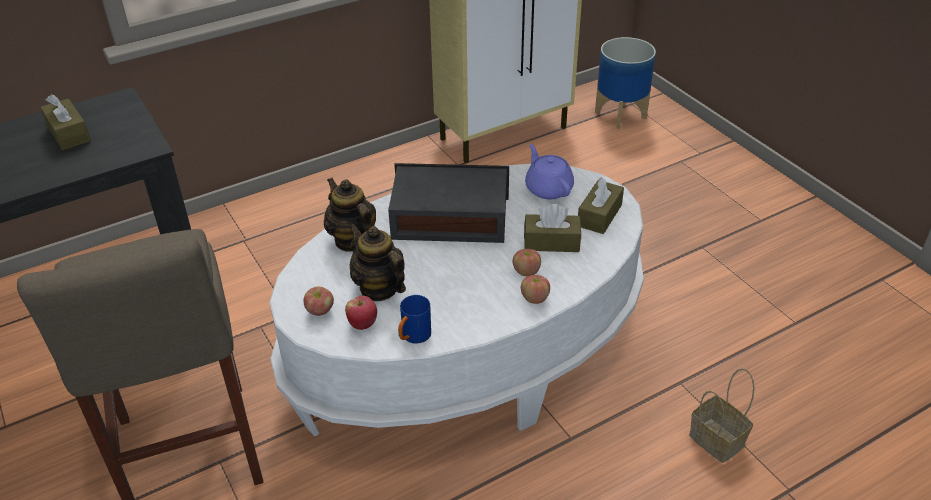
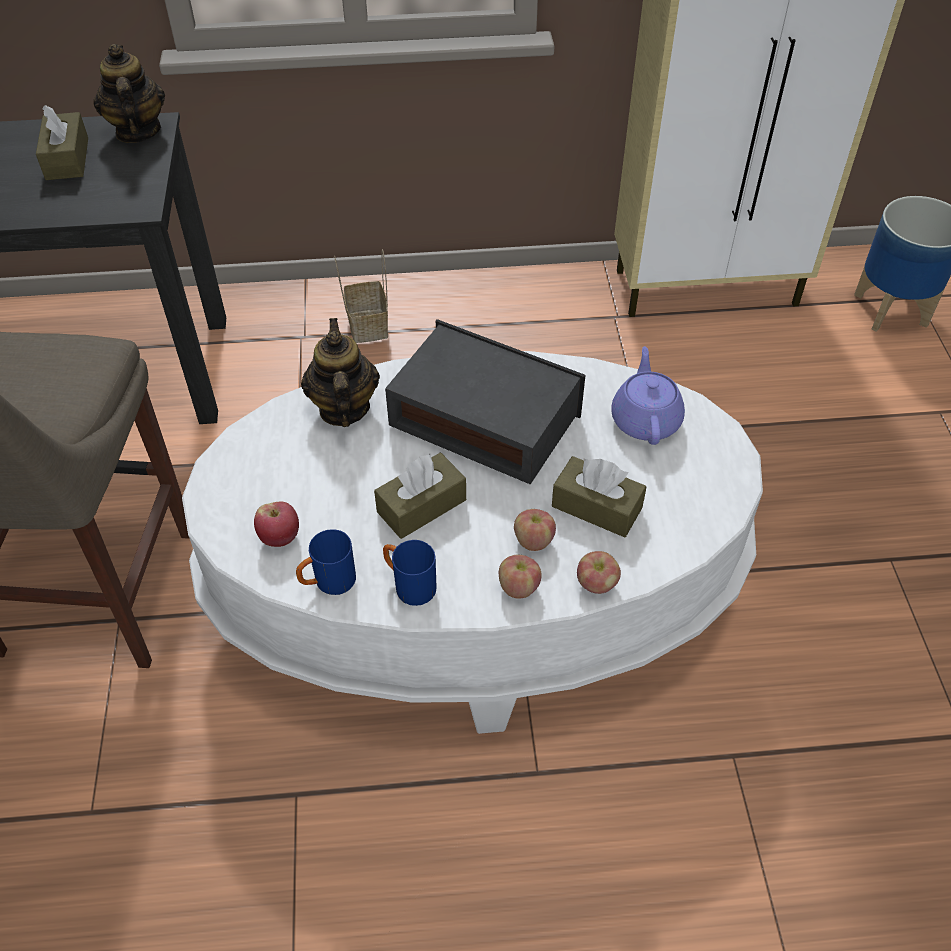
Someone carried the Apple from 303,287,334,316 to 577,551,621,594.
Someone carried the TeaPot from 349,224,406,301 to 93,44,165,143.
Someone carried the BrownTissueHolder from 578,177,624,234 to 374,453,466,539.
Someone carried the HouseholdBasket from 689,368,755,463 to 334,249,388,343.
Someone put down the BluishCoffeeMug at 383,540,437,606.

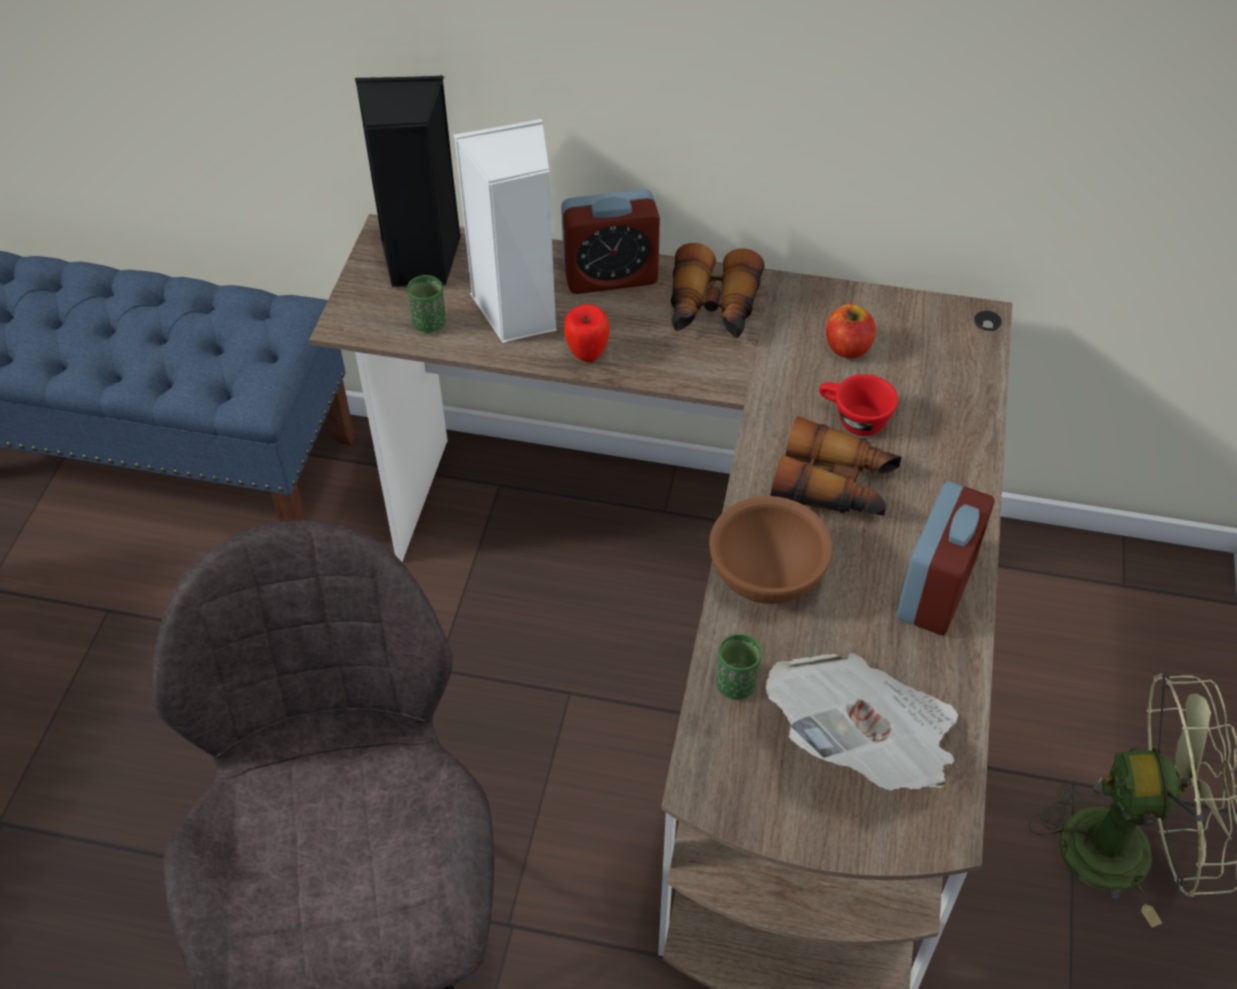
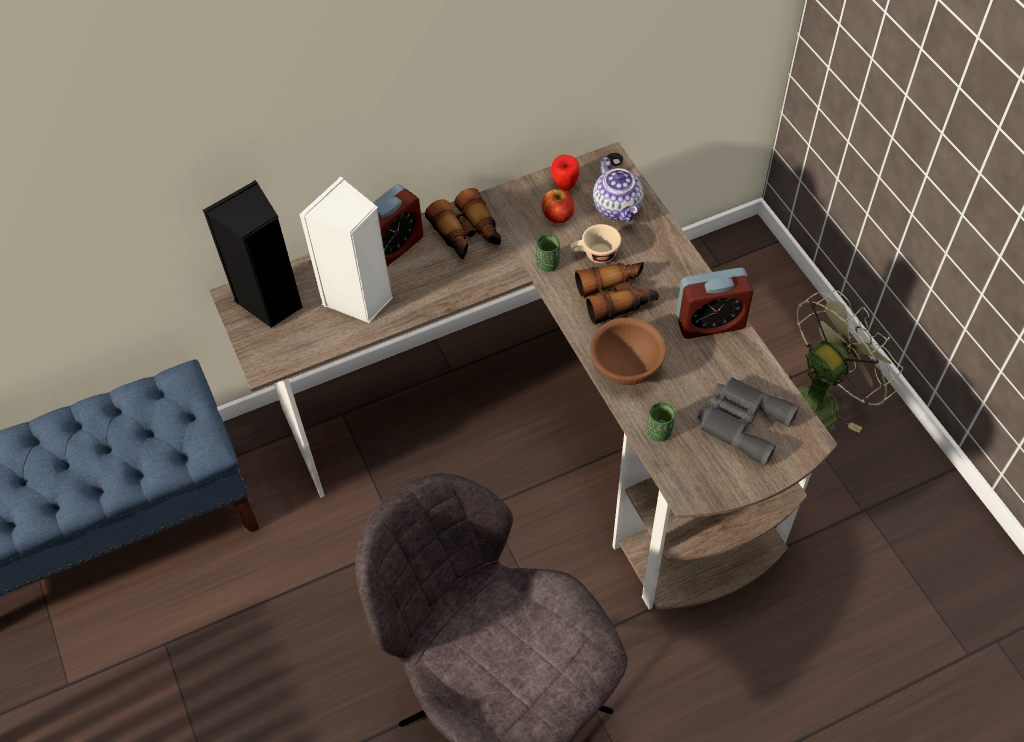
Someone carried the GreenishCup from 407,275,446,333 to 536,234,560,272.
Someone carried the Apple from 564,304,609,362 to 551,155,579,191.
Someone swapped the DailyPaper at 766,653,958,790 for the GrayPairOfBinoculars at 697,377,799,466.
Someone repainted the ReddishCup at 819,374,898,436, which became the BeigeCup at 570,224,621,264.
Someone rotated the AlarmClock at 897,481,994,635 by 90 degrees clockwise.
Someone put down the TeaPot at 593,157,643,223.

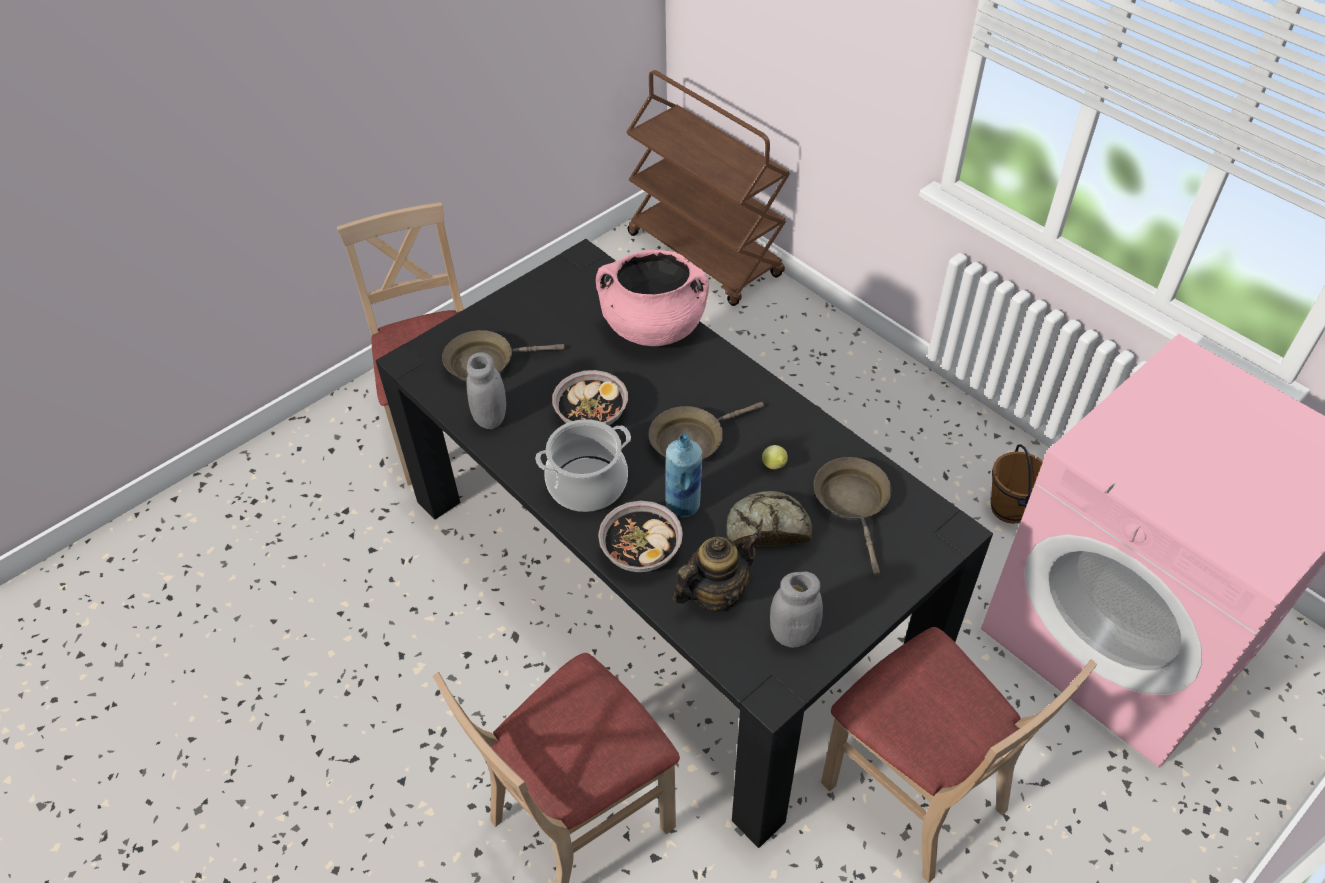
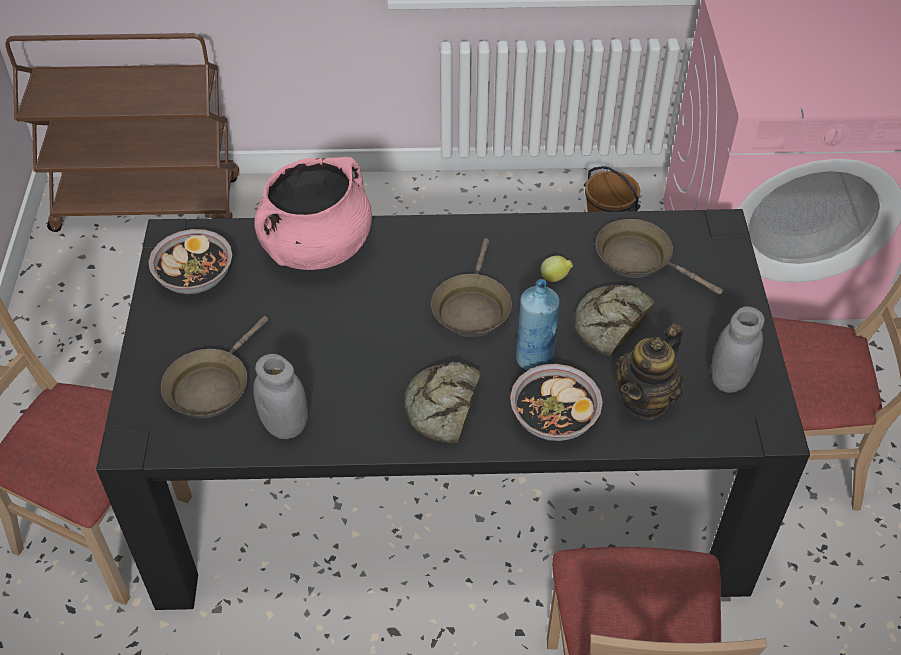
Someone swapped the Stockpot at 535,419,631,512 for the BakedBread at 404,362,480,443.
Someone carried the ServingBowl from 552,370,628,426 to 148,229,232,294.
Someone rotated the TeaPot at 673,533,760,612 by 150 degrees counterclockwise.

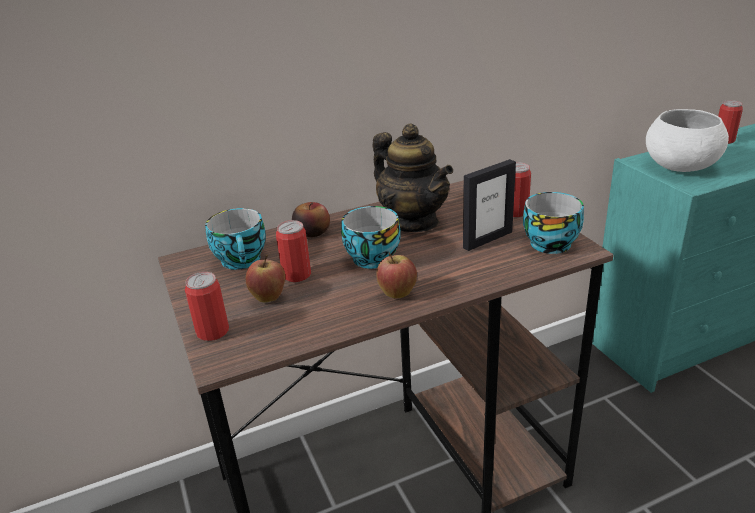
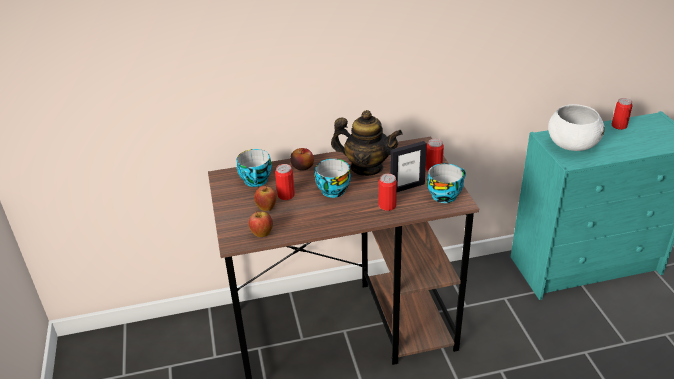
Someone carried the Can from 185,272,229,341 to 379,174,397,211.
Someone rotated the TeaPot at 372,124,453,232 by 45 degrees counterclockwise.
Someone carried the Apple from 376,252,417,298 to 249,210,273,237.

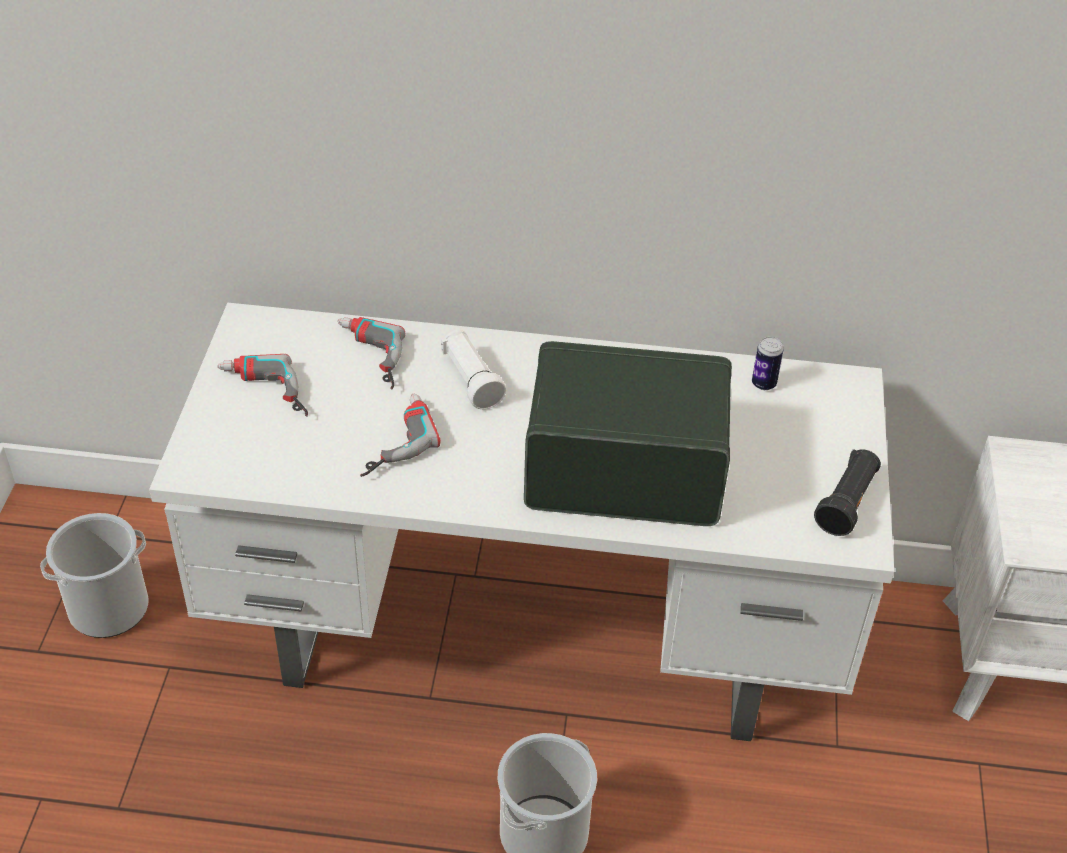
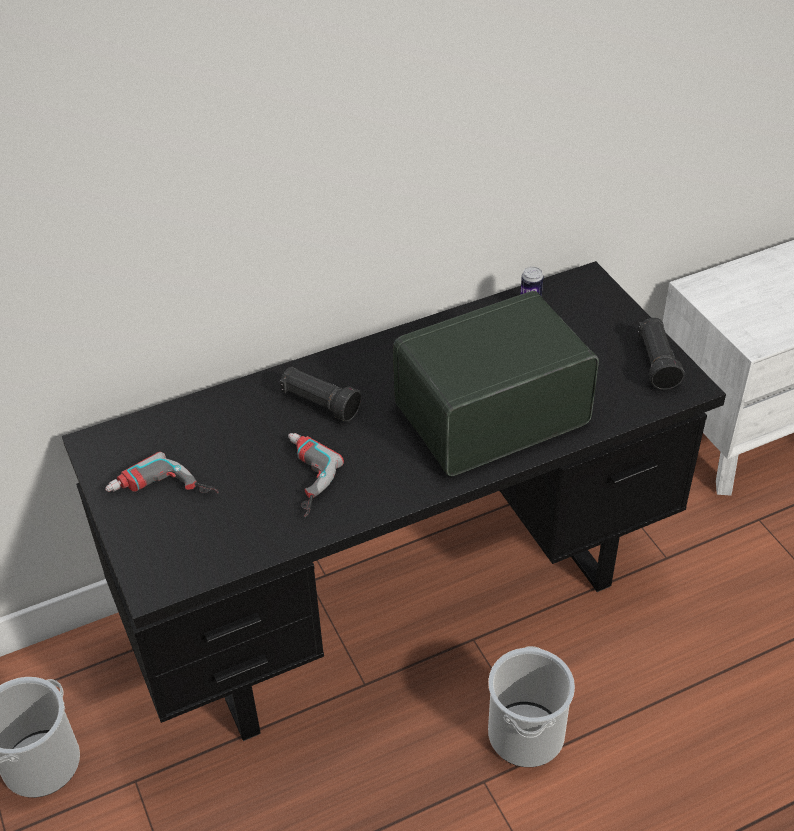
Someone repainted the WhiteDesk at 149,303,894,741, which became the BlackColouredDesk at 62,261,726,741.
Someone took away the ElectricDrill at 337,317,405,390.
Someone repainted the WhiteTorch at 441,330,506,409, which became the BlackColouredTorch at 280,366,362,422.

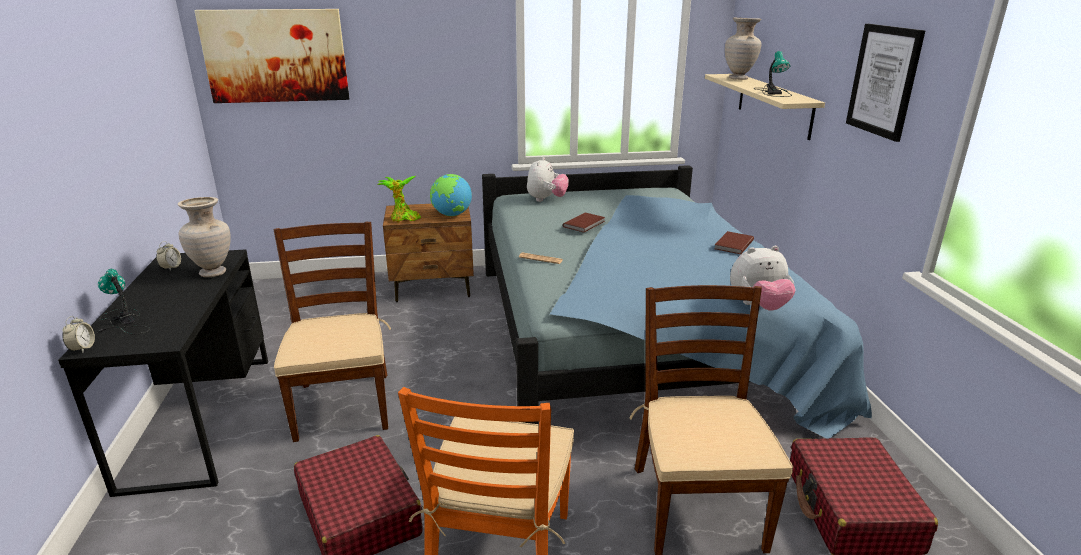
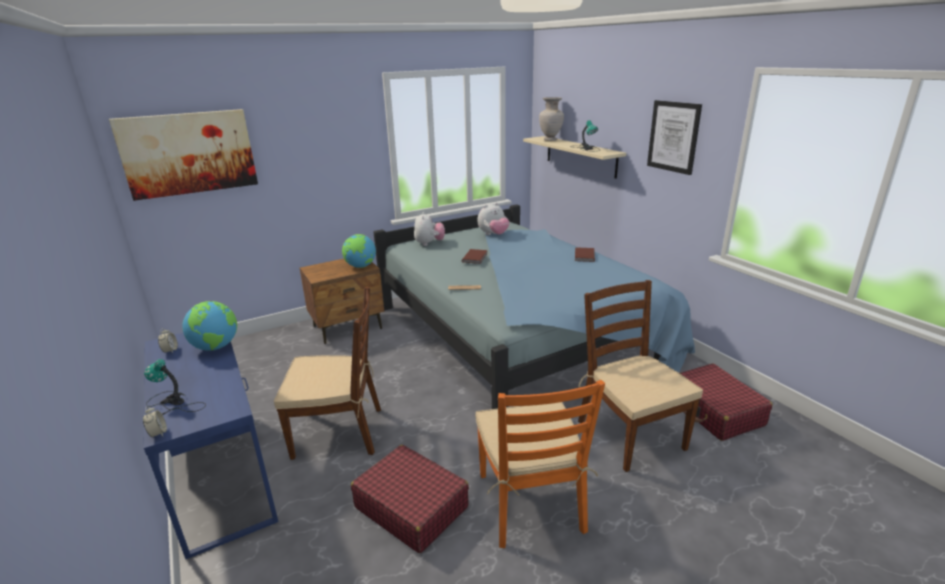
Someone repainted the BlackColouredDesk at 58,249,268,497, which became the BluishDesk at 144,333,279,559.
Someone swapped the BeigeVase at 178,197,231,277 for the DeskGlobe at 182,301,237,351.
Someone rotated the BrownPlainChair at 273,222,391,442 by 120 degrees clockwise.
Someone took away the PlantInAPot at 377,176,421,223.
Someone carried the CuddlyToy from 730,246,795,311 to 477,203,509,235.

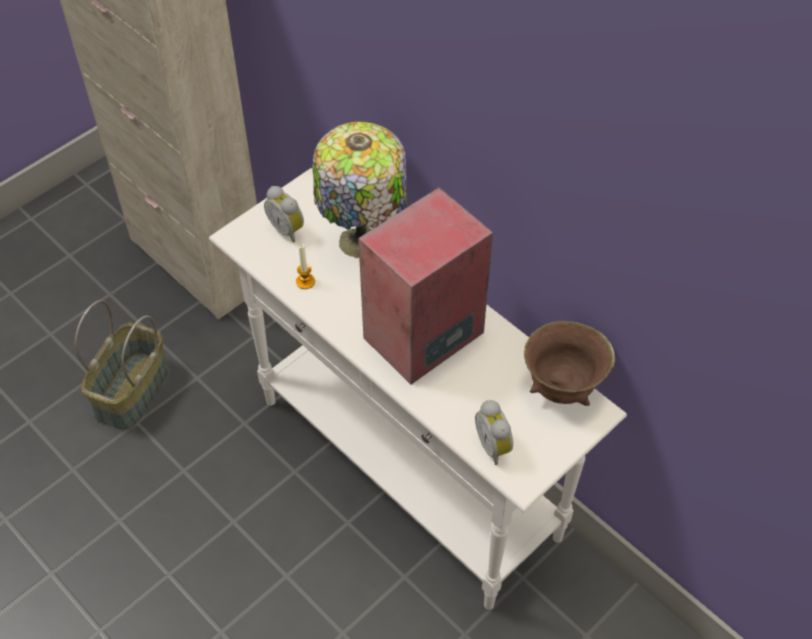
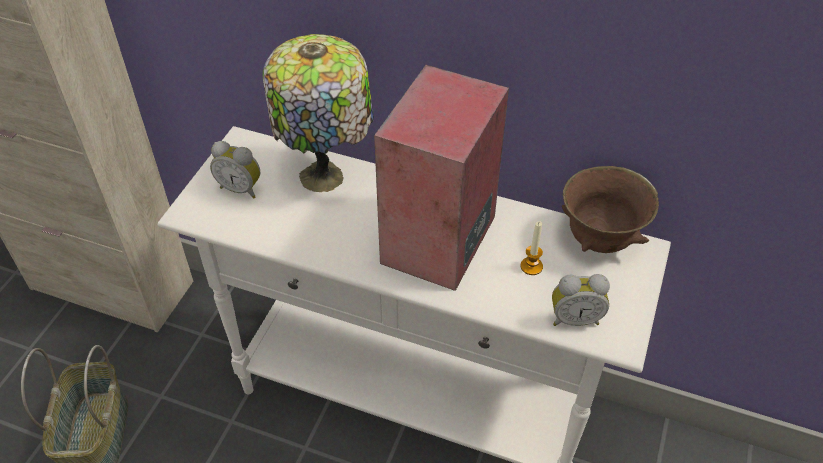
Someone carried the WaxLight from 296,244,315,289 to 521,221,543,275.
Someone rotated the AlarmClock at 475,400,513,465 by 45 degrees counterclockwise.

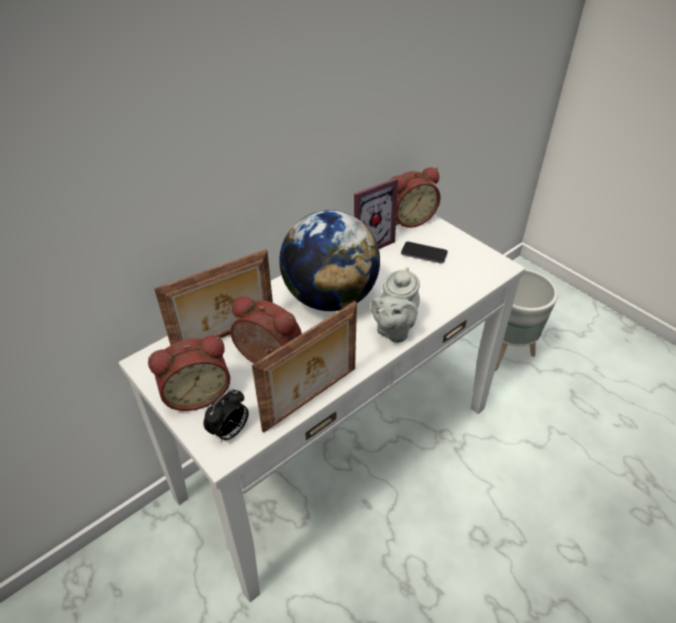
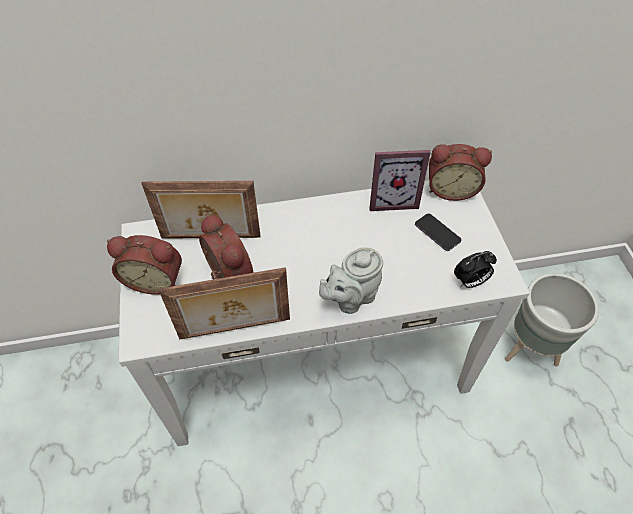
Someone carried the AlarmClock from 203,390,249,443 to 454,251,497,288.
Someone took away the DeskGlobe at 279,210,380,311.

